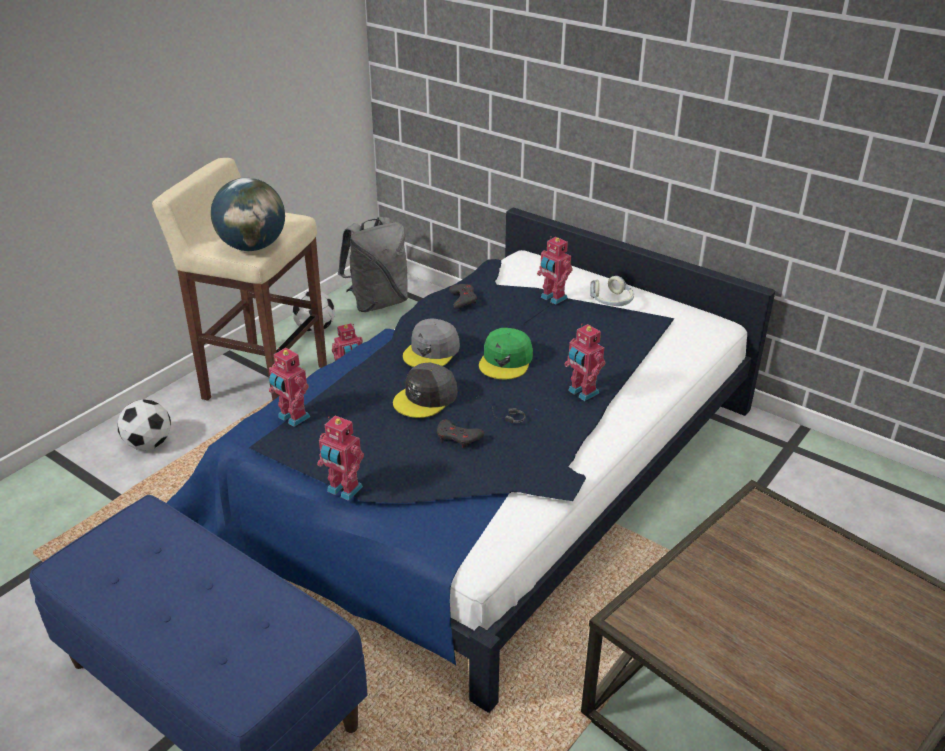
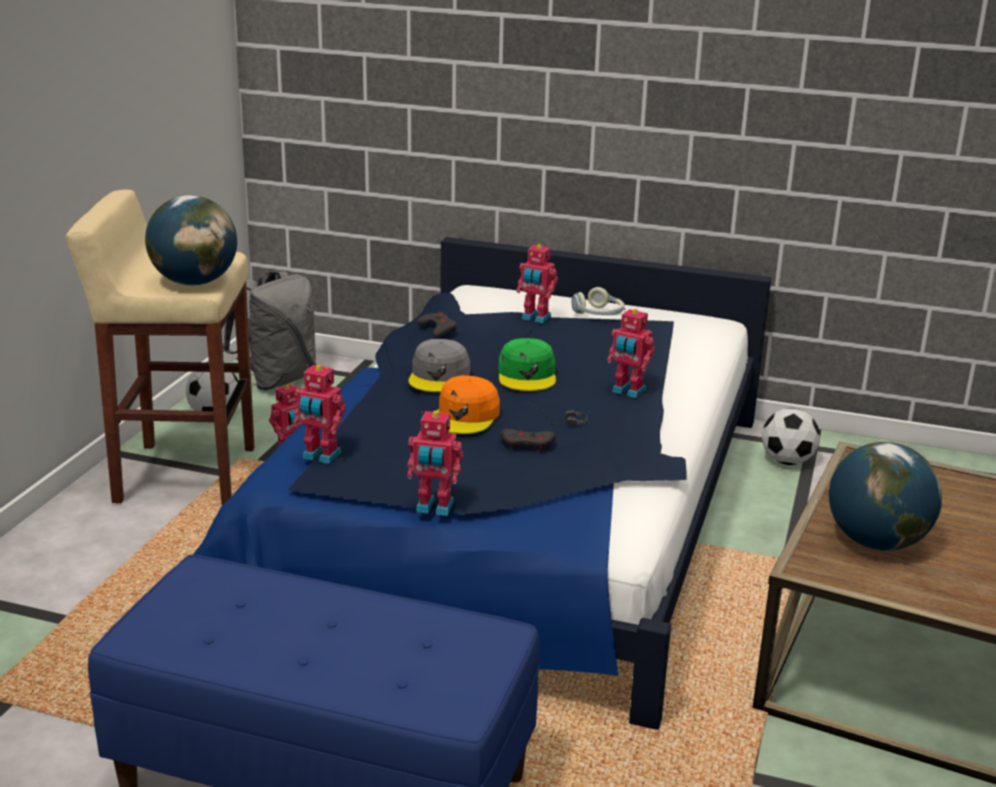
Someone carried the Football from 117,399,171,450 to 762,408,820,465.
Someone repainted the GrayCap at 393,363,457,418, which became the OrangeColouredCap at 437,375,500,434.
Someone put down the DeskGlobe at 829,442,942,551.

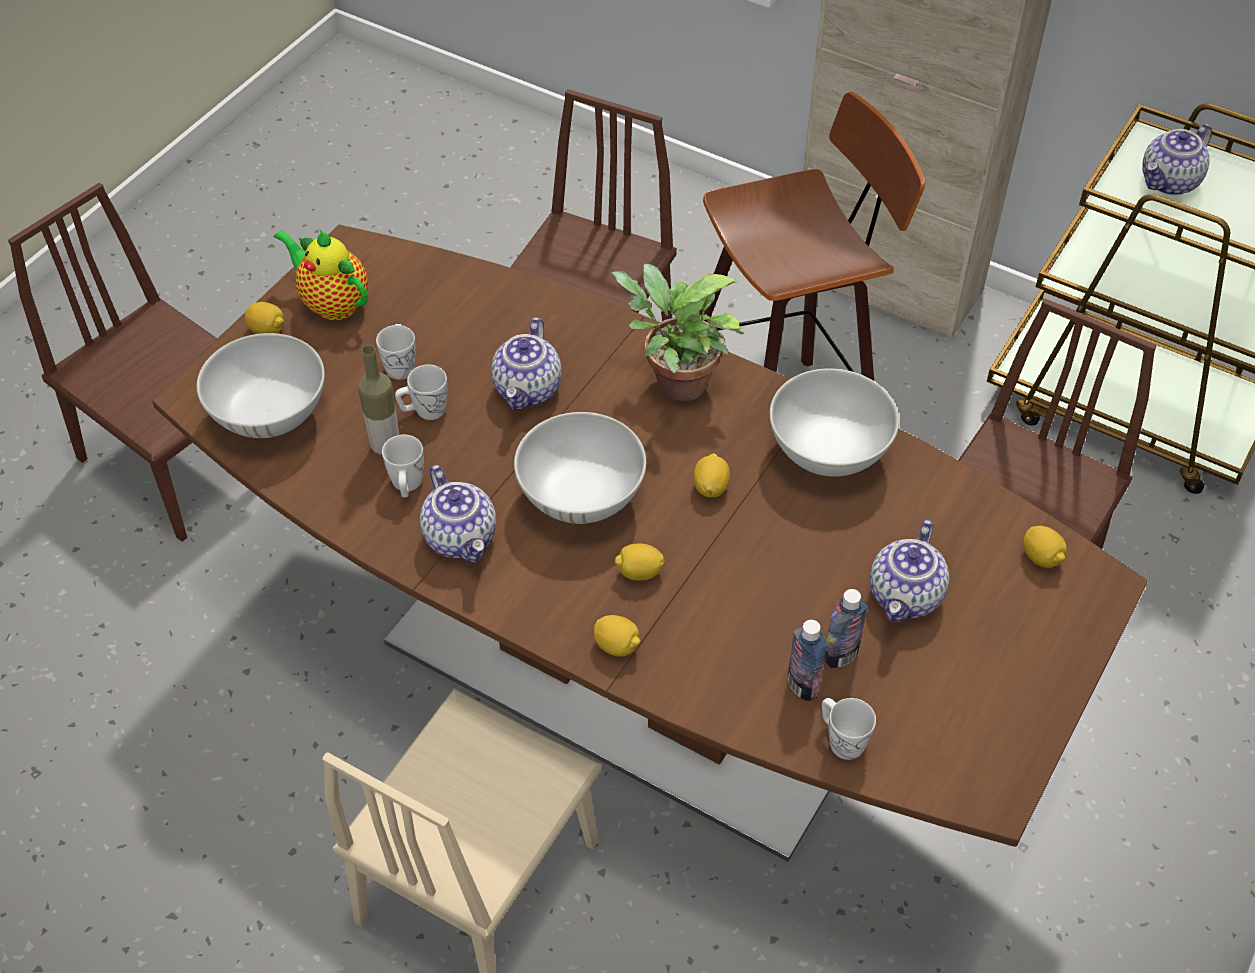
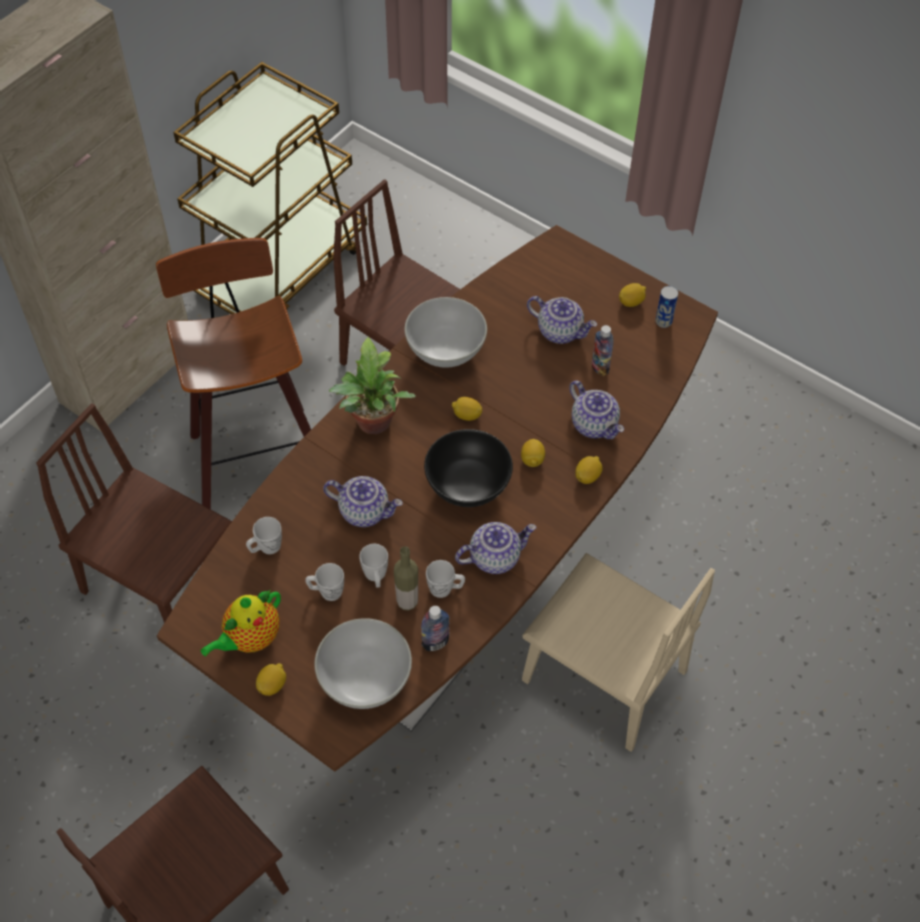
Someone repainted the WhiteServingBowl at 514,412,646,524, which became the BlackColouredServingBowl at 424,429,513,507.
Someone carried the BeverageBottle from 787,620,826,702 to 421,606,450,651.
Someone carried the WhiteCoffeeMug from 822,698,876,760 to 246,517,282,554.
Someone carried the Lemon from 1023,526,1067,568 to 619,283,646,307.
Someone carried the TeaPot from 1142,124,1212,195 to 569,381,624,439.
Someone put down the Can at 655,286,678,328.

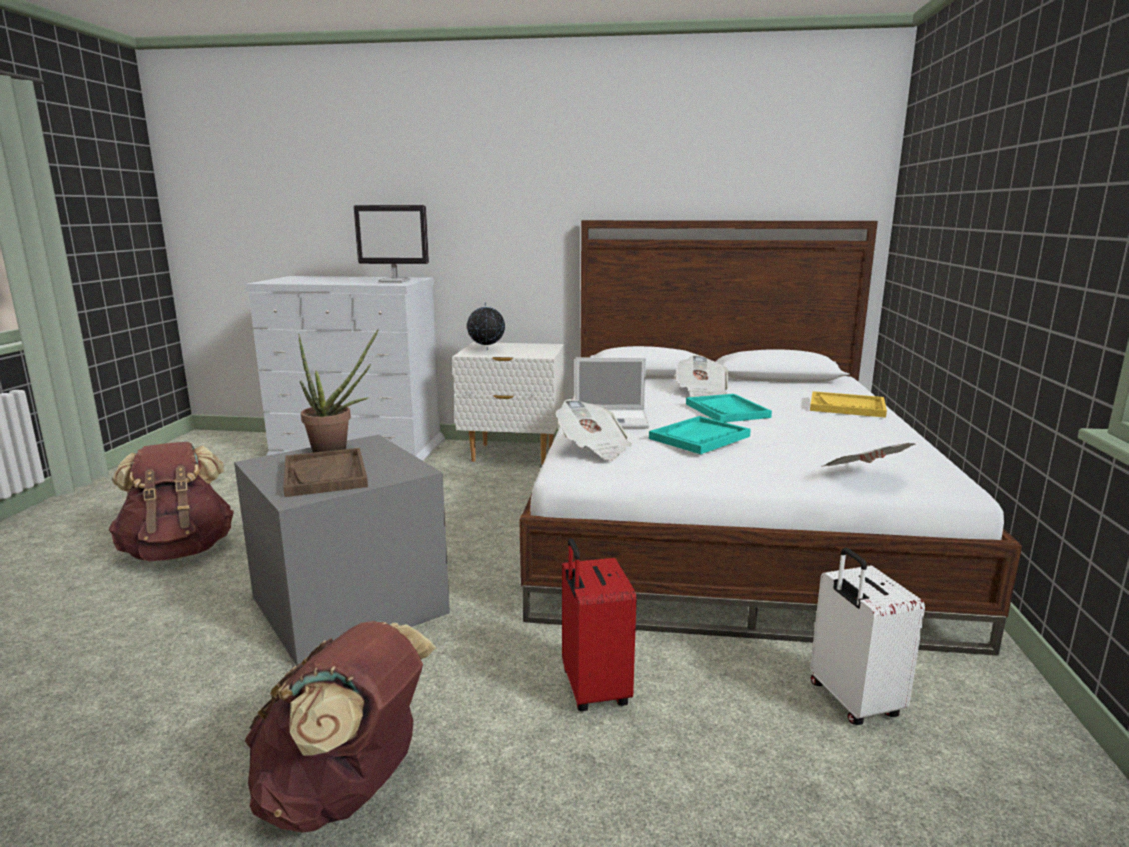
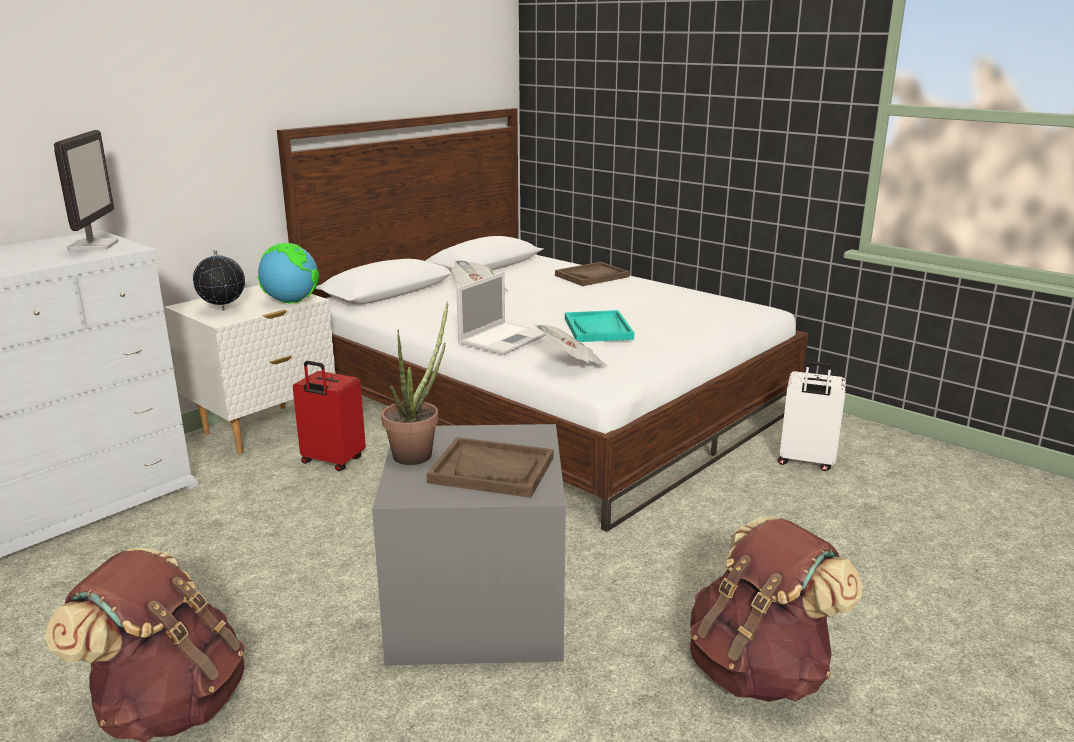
Someone rotated the ComputerDisplay at 354,205,429,282 by 45 degrees counterclockwise.
Someone carried the ReddishTravelCase from 562,538,636,711 to 293,361,366,471.
Someone took away the BlueGreenCarryingTray at 686,394,772,422.
Someone repainted the YellowColouredCarryingTray at 810,391,887,418, which became the BrownCarryingTray at 555,262,630,286.
Someone took away the DailyPaper at 823,443,915,466.
Someone put down the DeskGlobe at 257,243,319,303.

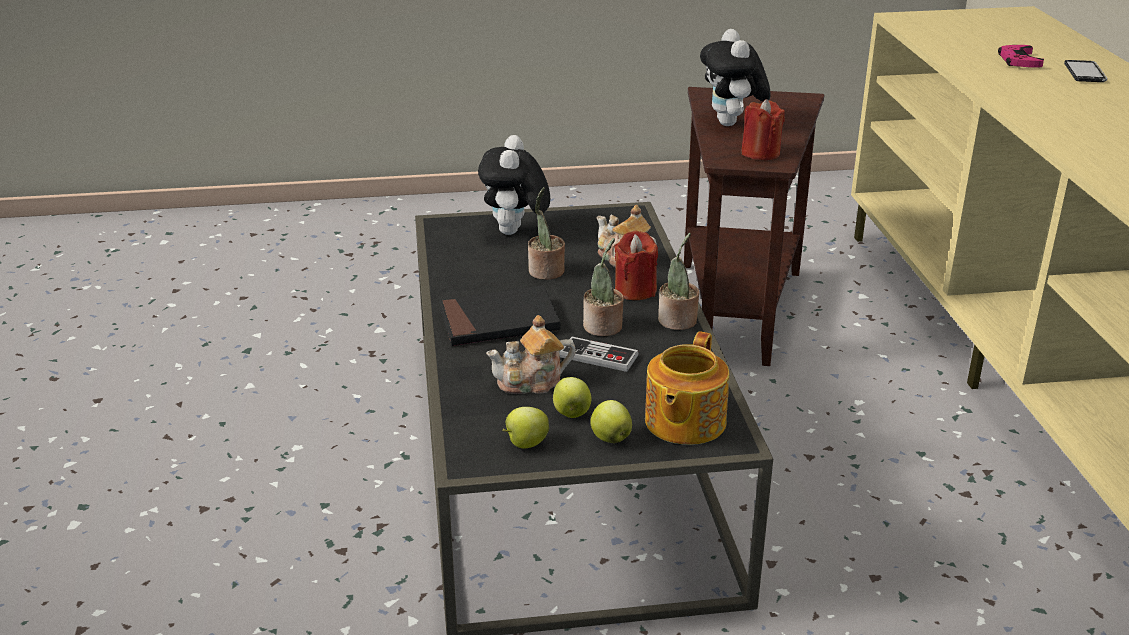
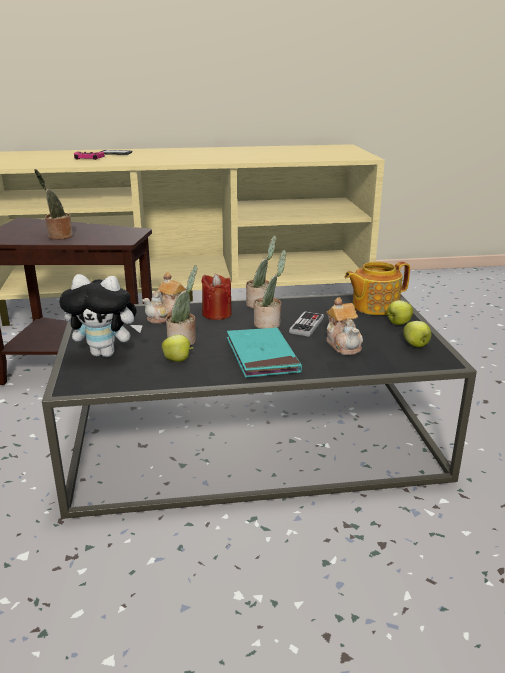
Someone repainted the BlackColouredBook at 439,285,561,346, which became the BlueGreenBook at 227,327,302,378.
Someone carried the Apple from 553,377,591,418 to 162,335,194,362.
Someone rotated the TeaPot at 645,331,729,445 by 135 degrees clockwise.
Someone swapped the CuddlyToy at 700,29,771,126 for the PlantInAPot at 34,169,73,240.
Someone took away the ReddishWaxLight at 741,99,785,160.

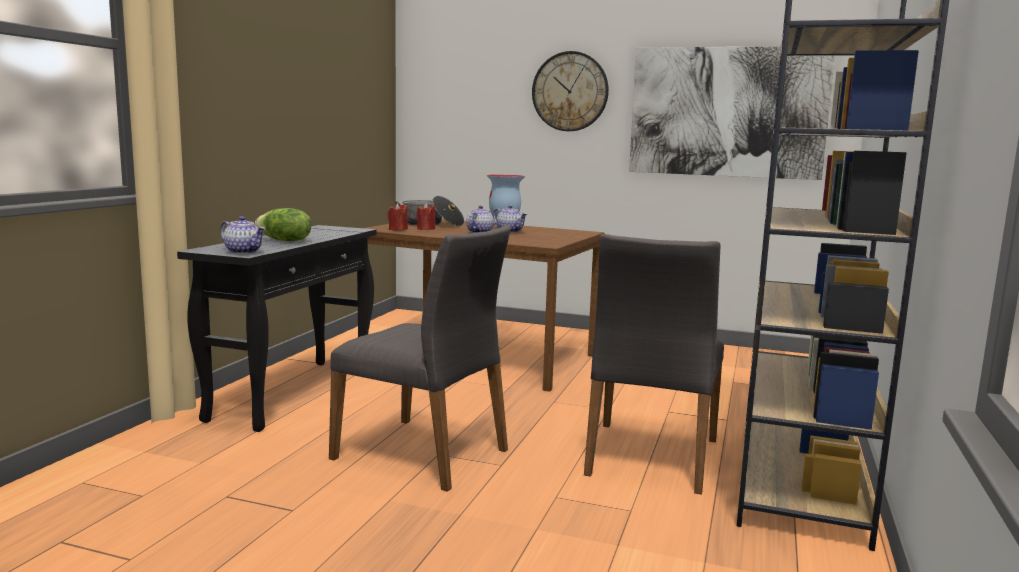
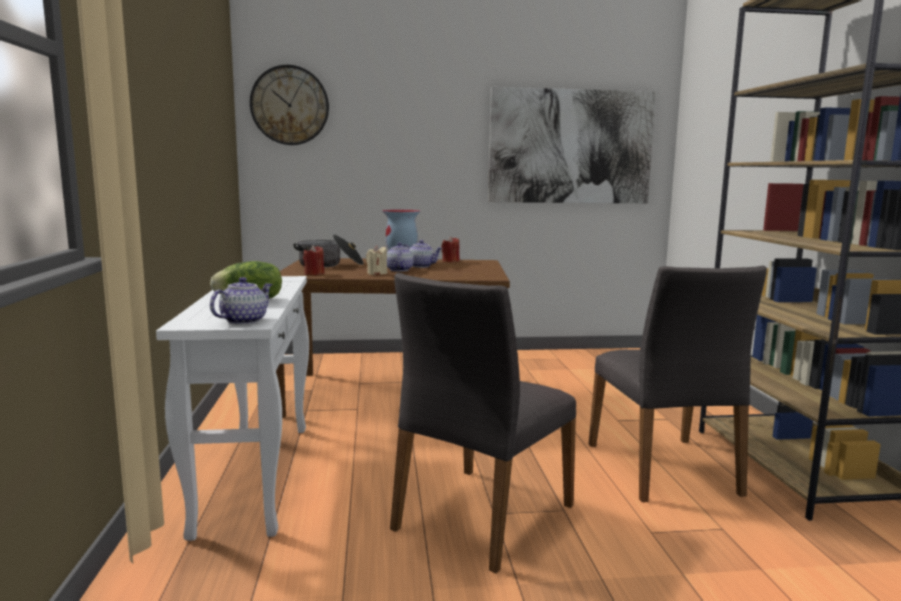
Someone repainted the BlackColouredHallTable at 177,225,377,432, which became the WhiteHallTable at 156,276,309,541.
Someone rotated the TeaPot at 220,216,265,254 by 60 degrees counterclockwise.
Someone rotated the GrayPlainChair at 329,225,511,492 by 120 degrees clockwise.
Someone carried the ReddishWaxLight from 416,203,435,230 to 441,236,460,262.
Someone carried the ClockOnTheWall from 532,51,609,131 to 250,65,329,145.
Someone put down the BeigeWaxLight at 366,245,387,275.

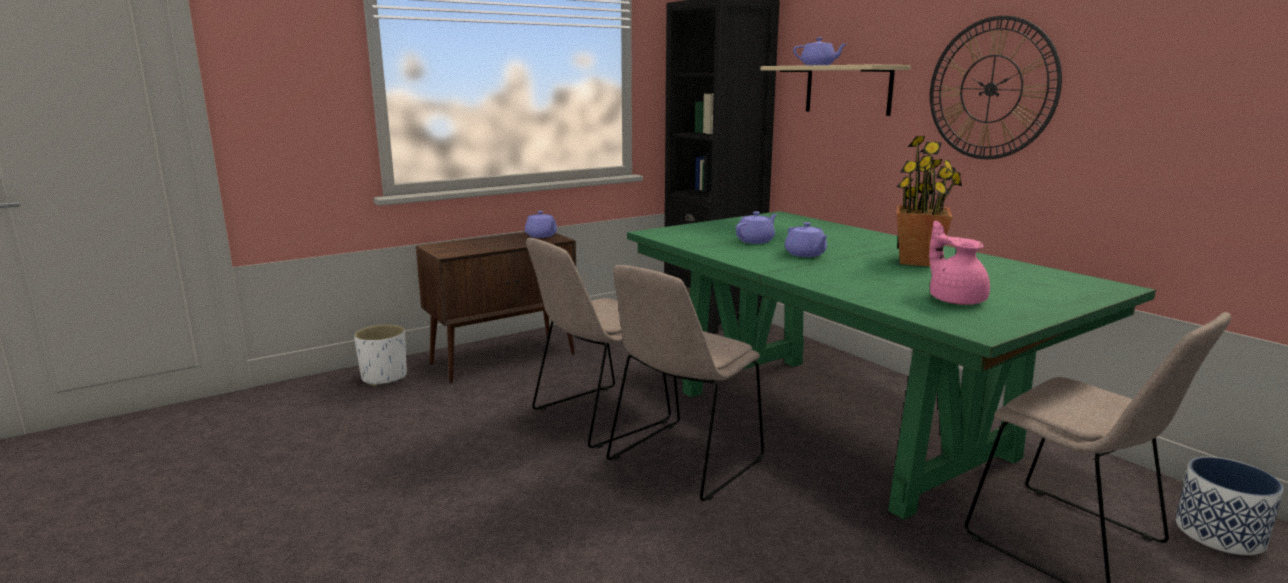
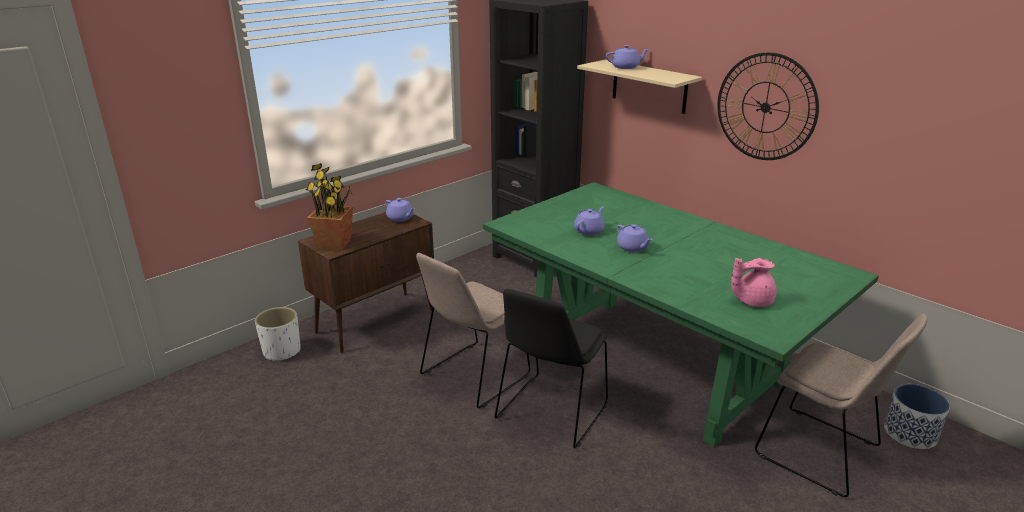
Someone repainted the BeigePlainChair at 607,265,764,501, which became the BlackColouredPlainChair at 495,289,608,448.
Someone carried the PlantInAPot from 896,136,962,266 to 306,163,354,251.
Someone rotated the PinkColouredTeaPot at 929,221,990,305 by 75 degrees counterclockwise.

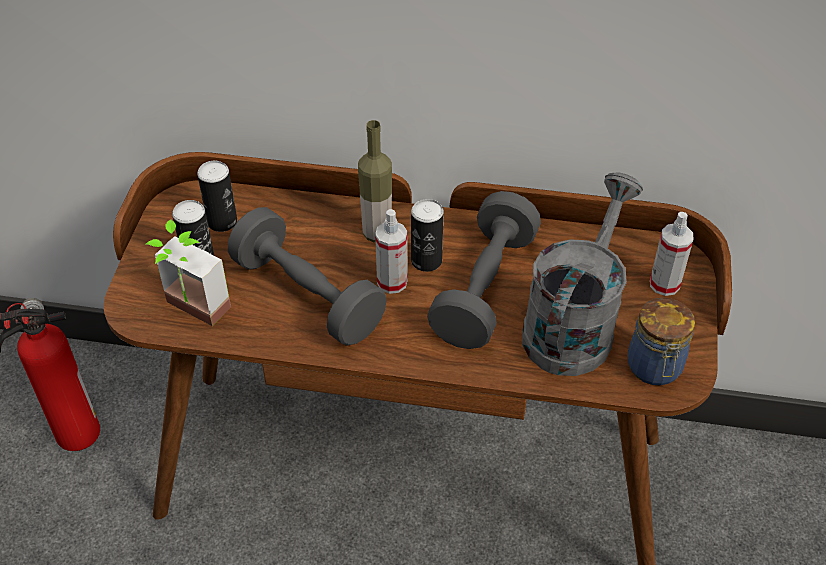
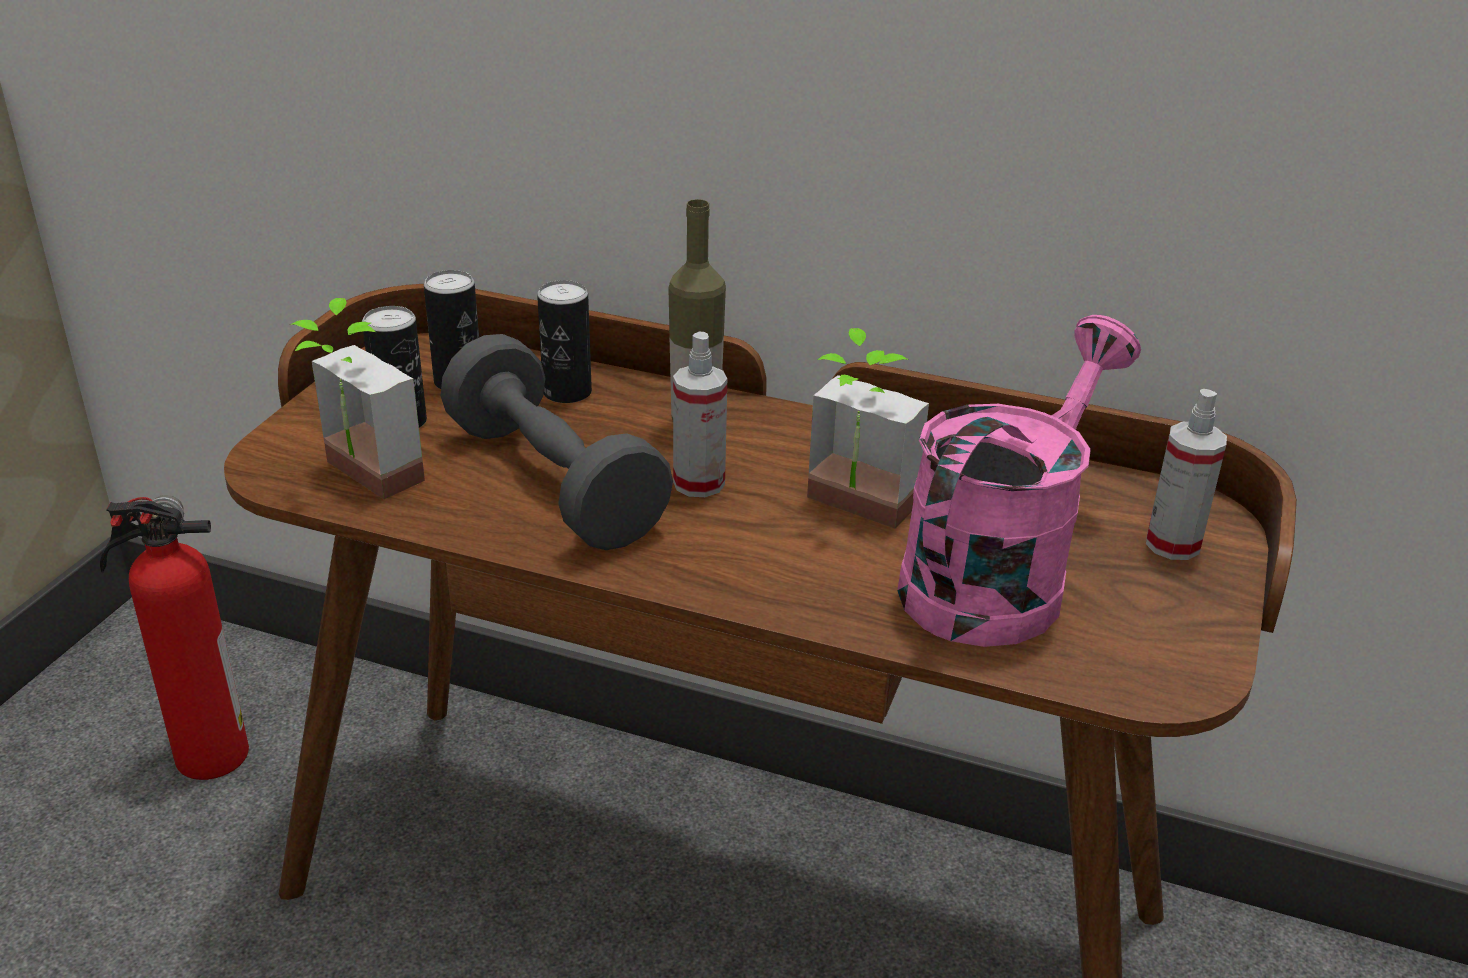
Someone carried the Can from 411,199,444,272 to 537,280,592,403.
Someone swapped the GrayHandWeight at 427,191,541,349 for the PlantInAPot at 807,328,929,529.
Someone repainted the GrayWateringPot at 522,172,643,376, which became the PinkColouredWateringPot at 897,315,1141,647.
Someone took away the Jar at 627,298,695,385.

